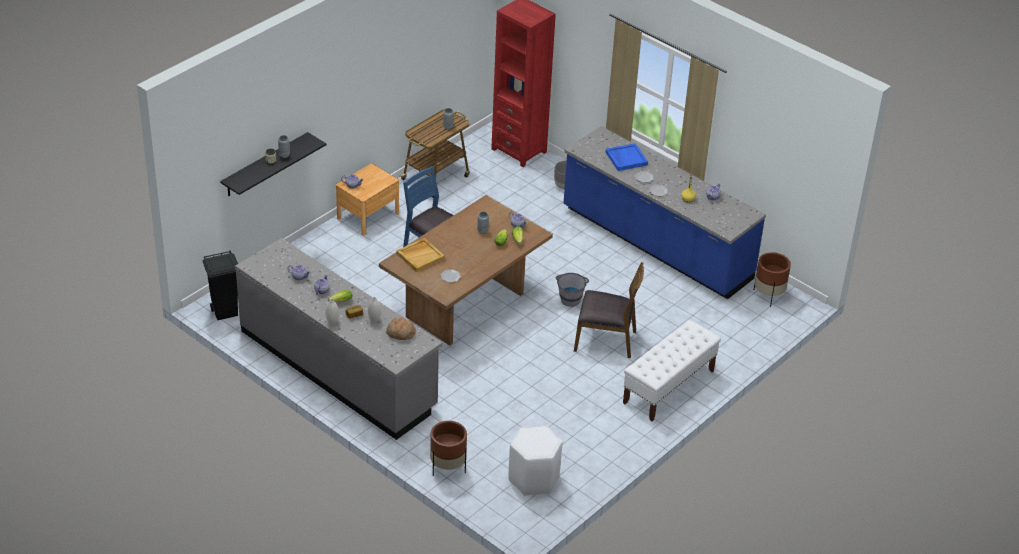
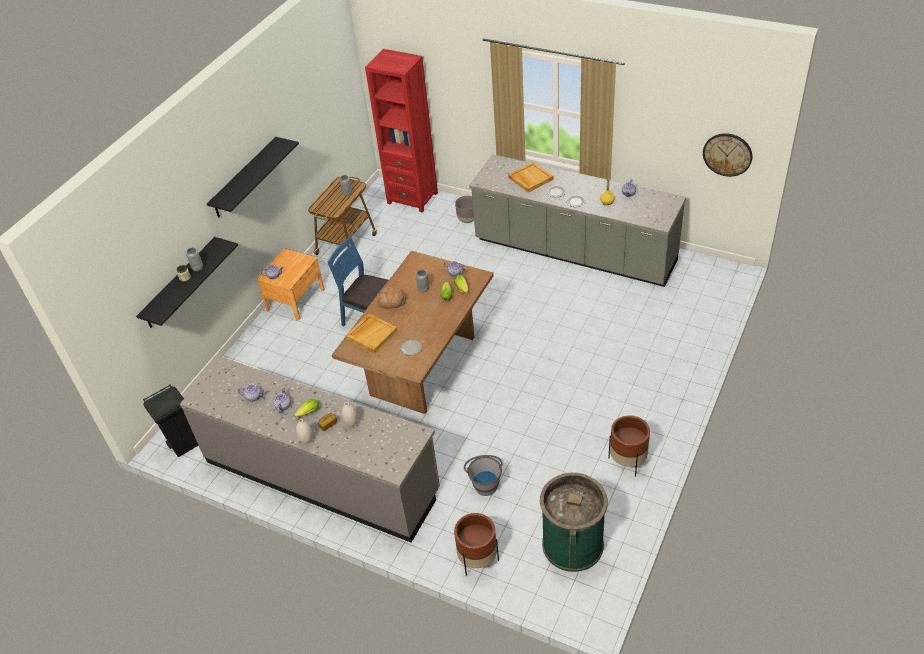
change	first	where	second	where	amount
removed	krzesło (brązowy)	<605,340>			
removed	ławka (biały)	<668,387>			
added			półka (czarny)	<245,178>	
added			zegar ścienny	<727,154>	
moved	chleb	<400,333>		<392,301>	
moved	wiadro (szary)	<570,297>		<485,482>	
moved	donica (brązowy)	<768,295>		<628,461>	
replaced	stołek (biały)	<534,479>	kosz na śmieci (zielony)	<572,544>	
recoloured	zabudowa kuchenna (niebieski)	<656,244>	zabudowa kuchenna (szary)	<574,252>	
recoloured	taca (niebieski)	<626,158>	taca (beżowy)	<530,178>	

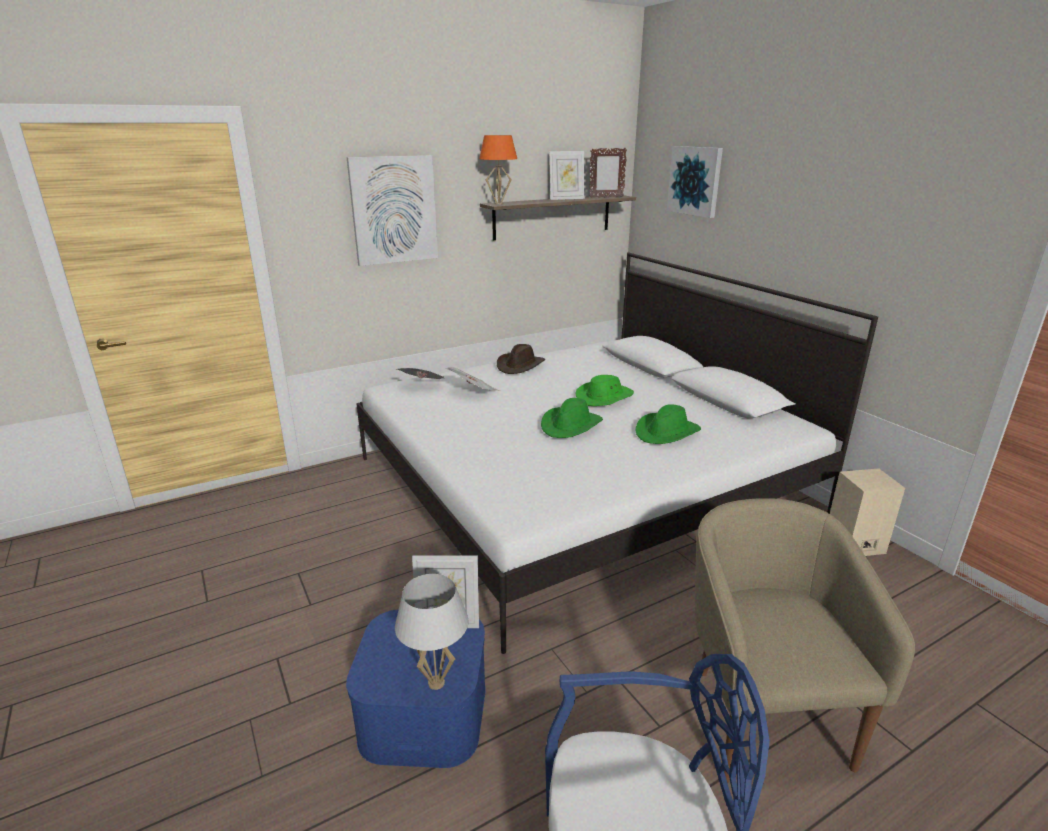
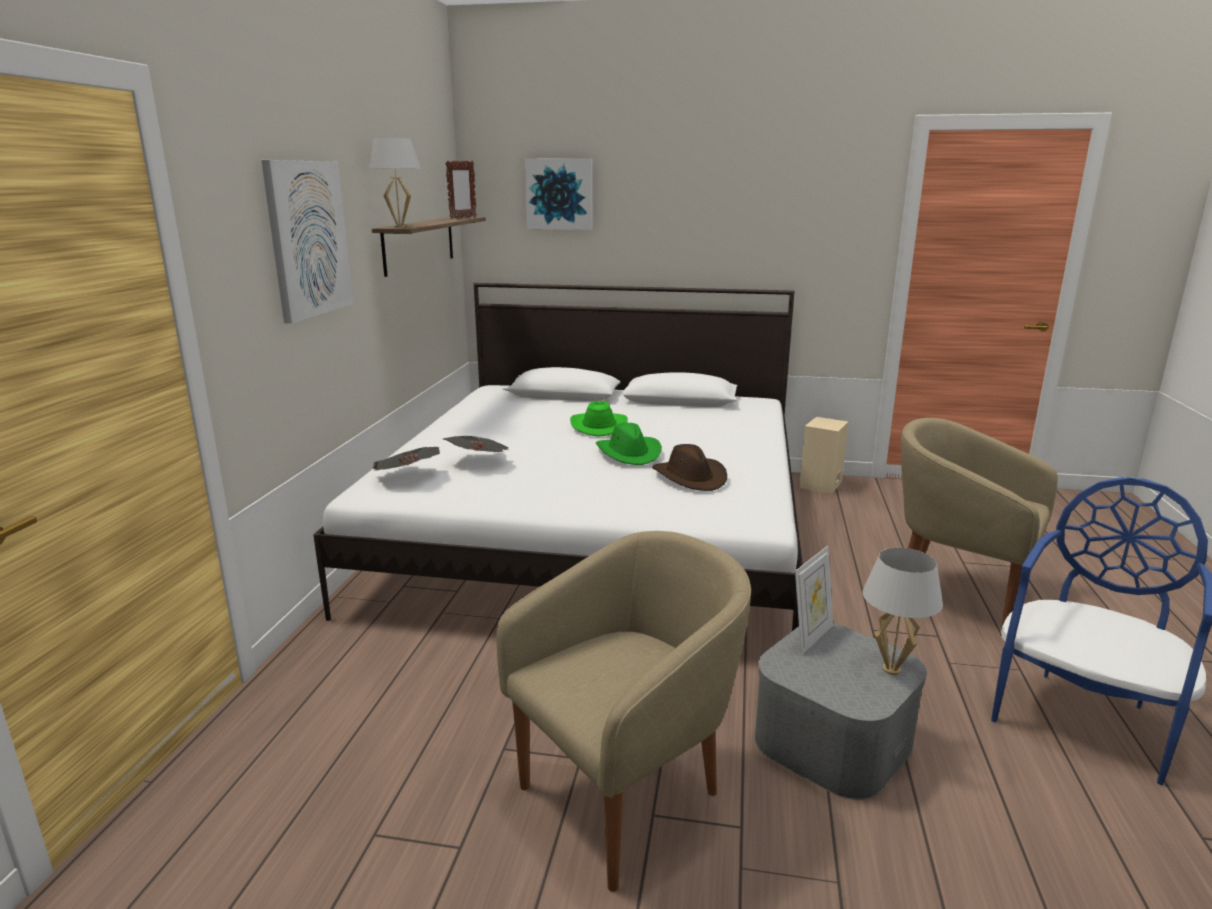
change	first	where	second	where	amount
removed	ramka na zdjęcie	<566,198>			
removed	kapelusz (zielony)	<667,432>			
added			fotel (beżowy)	<628,796>	
moved	kapelusz (brązowy)	<520,366>		<690,477>	
recoloured	pojemnik do przechowywania (niebieski)	<424,712>	pojemnik do przechowywania (szary)	<832,740>	
recoloured	lampa stołowa (pomarańczowy)	<499,204>	lampa stołowa (biały)	<400,227>	

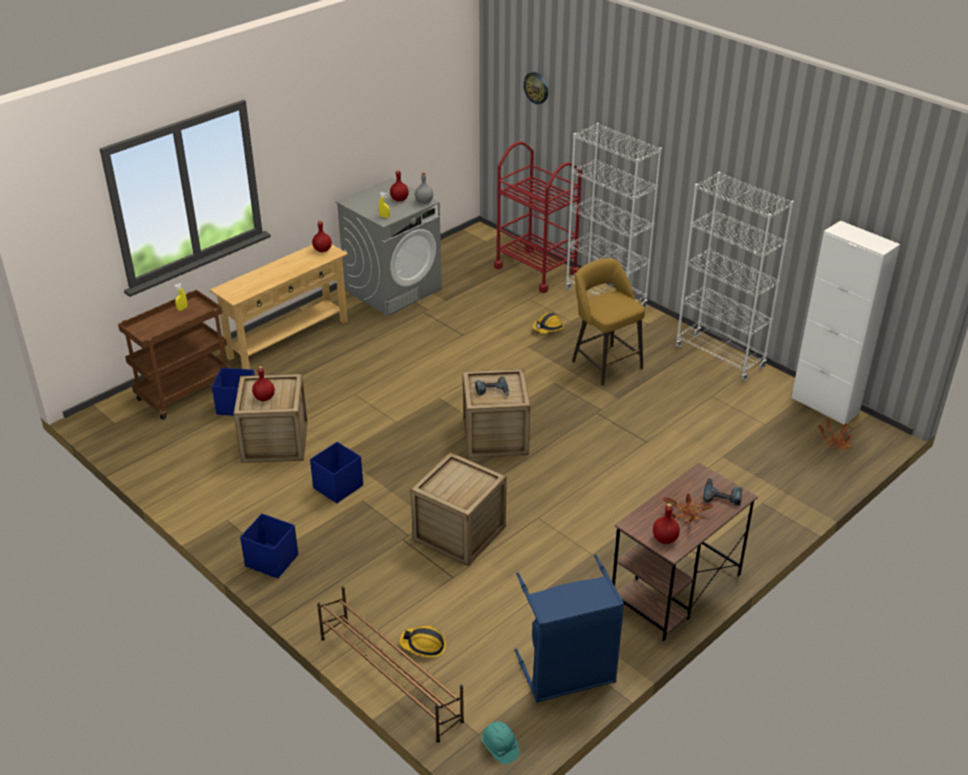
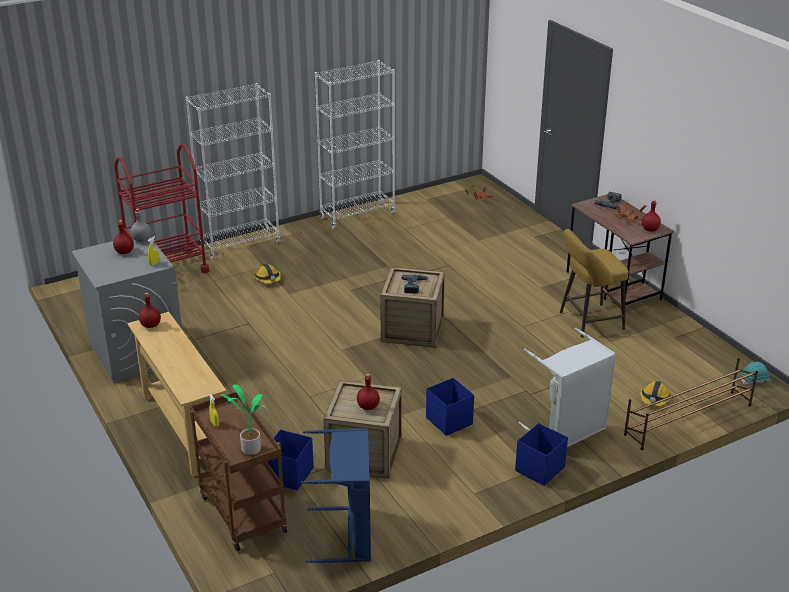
change	first	where	second	where	amount
removed	skrzynka	<459,533>			
removed	zegar ścienny	<536,87>			
removed	szafka (biały)	<824,405>			
added			roślina doniczkowa	<249,449>	
added			kosz na pranie (szary)	<568,431>	
moved	kosz na pranie (niebieski)	<568,675>		<348,535>	
moved	stołek (żółty)	<604,363>		<588,322>	

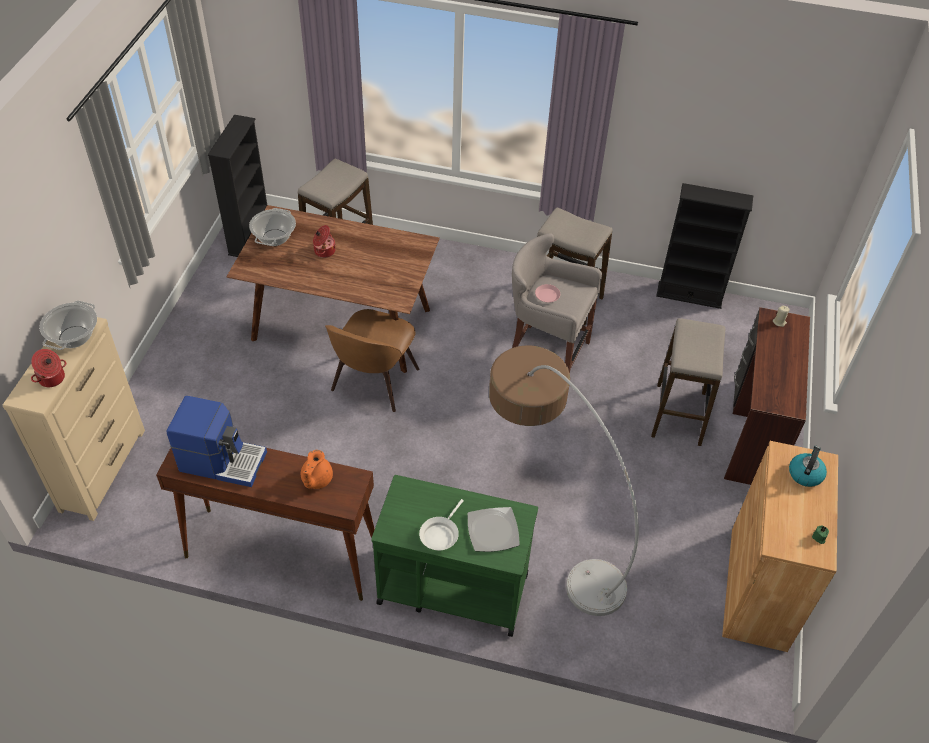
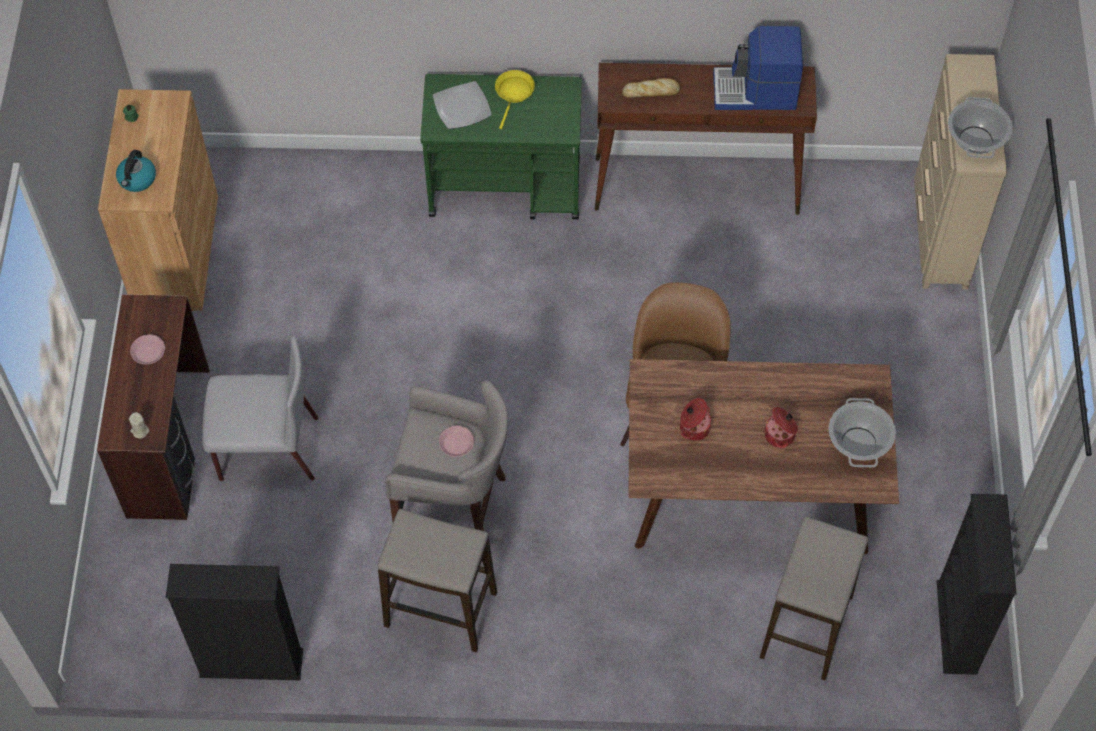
change	first	where	second	where	amount
removed	lampa stojąca	<548,527>			
added			talerz (różowy)	<148,351>	
moved	garnek	<52,378>		<693,427>	
replaced	imbryk (pomarańczowy)	<316,479>	chleb	<652,92>	
replaced	stołek	<678,414>	krzesło (szary)	<266,449>	
recoloured	patelnia (biały)	<440,534>	patelnia (żółty)	<514,94>	

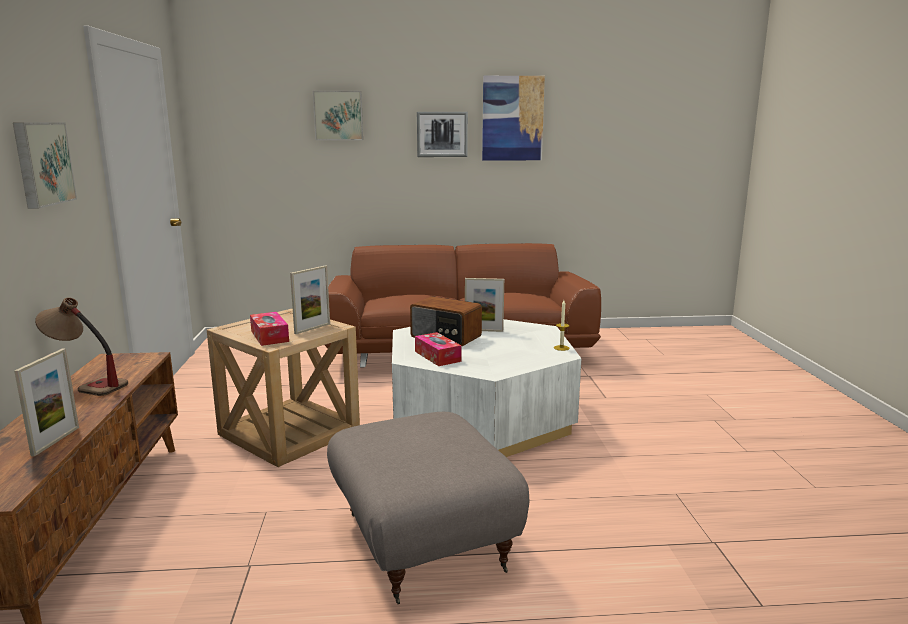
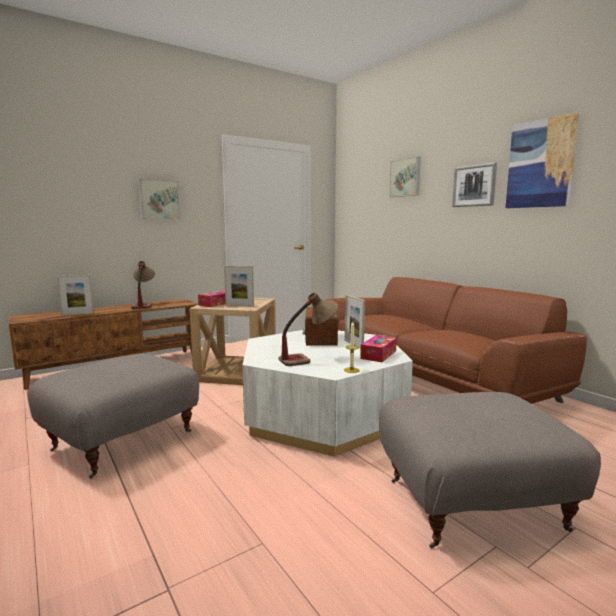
change	first	where	second	where	amount
added			lampa stołowa	<309,359>	
added			pufa (szary)	<472,502>	
moved	pudełko chusteczek	<437,356>		<378,354>	

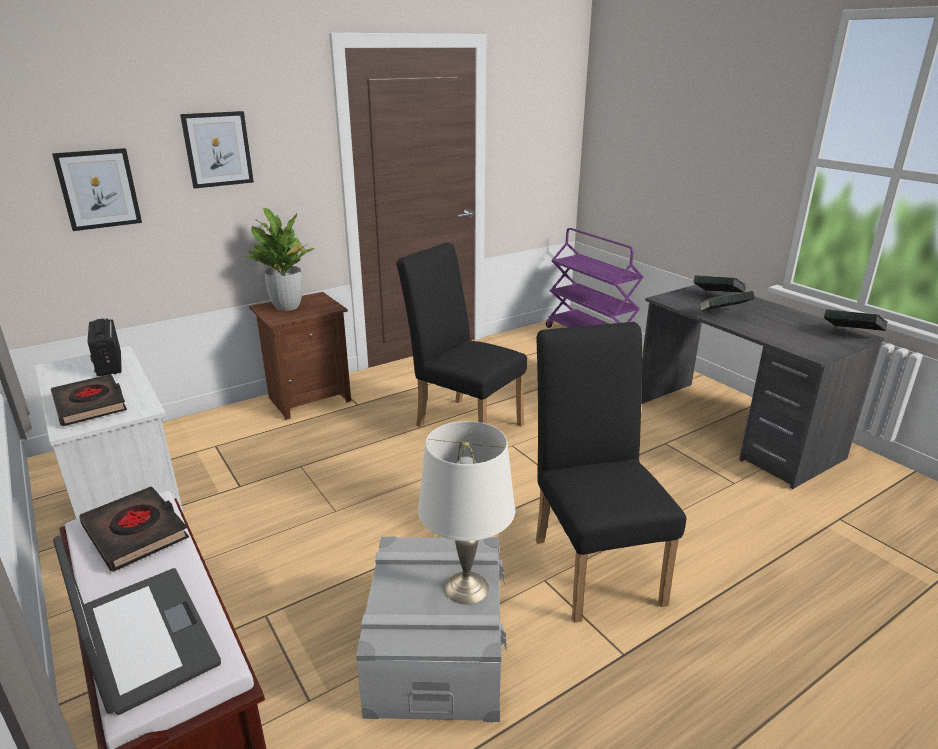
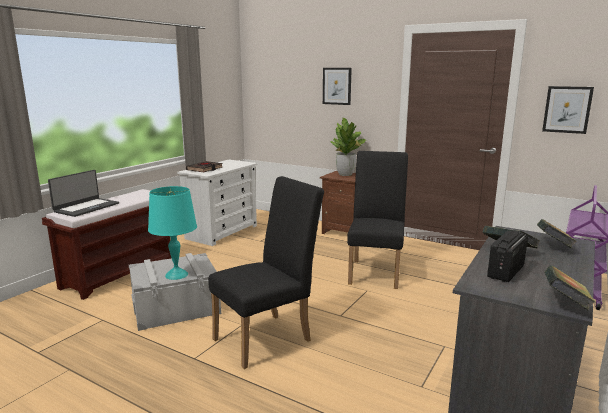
change	first	where	second	where	amount
removed	książka (czarny)	<136,533>			
moved	obraz	<98,189>		<567,109>	
moved	radio	<109,364>		<505,272>	
recoloured	lampa stołowa (biały)	<467,588>	lampa stołowa (turkusowy)	<176,275>	

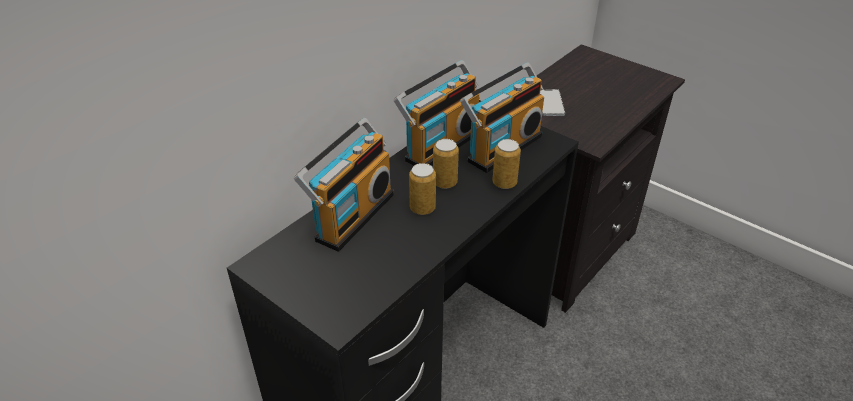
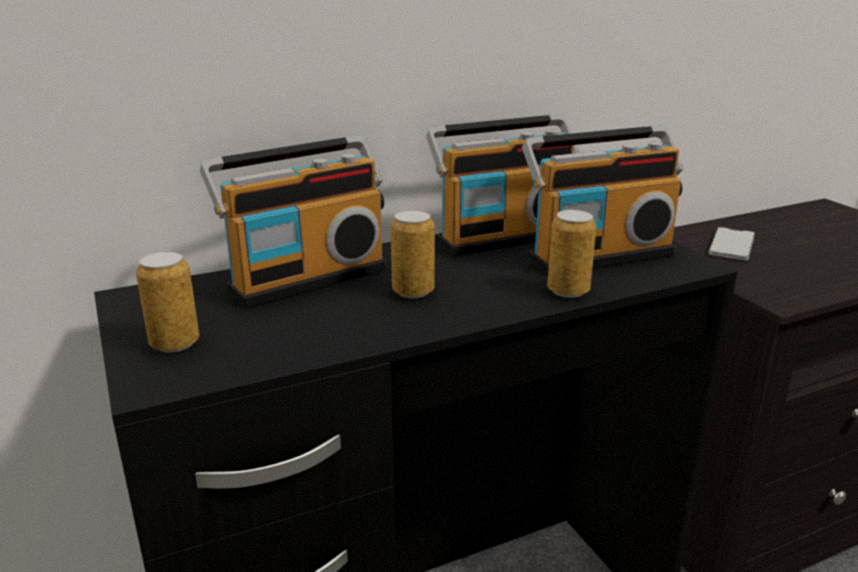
change	first	where	second	where	amount
moved	puszka	<445,183>		<175,343>	

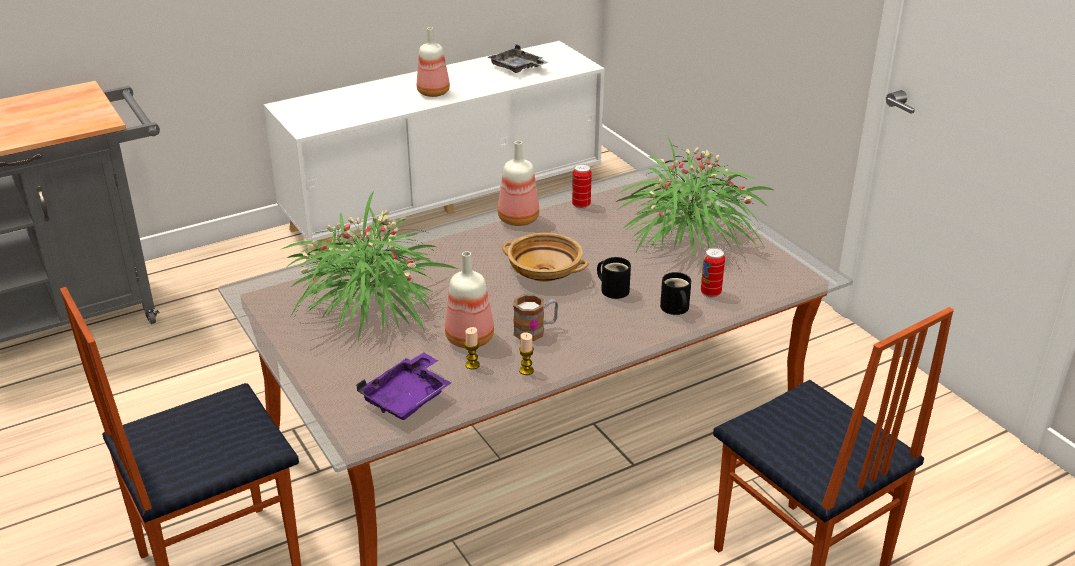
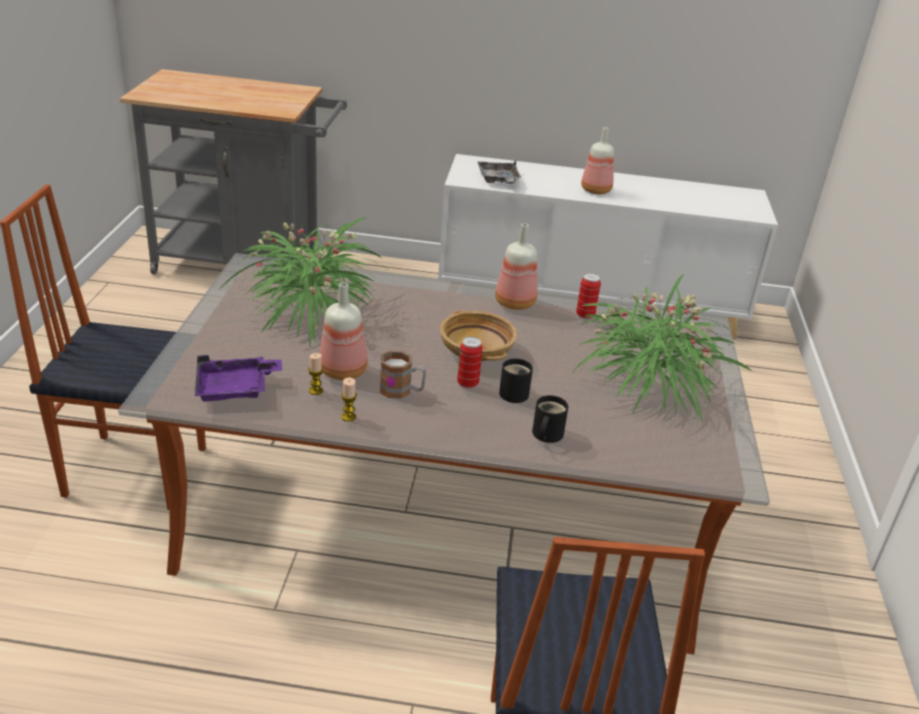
change	first	where	second	where	amount
moved	taca (szary)	<517,68>		<498,180>	
moved	puszka	<710,293>		<467,383>	

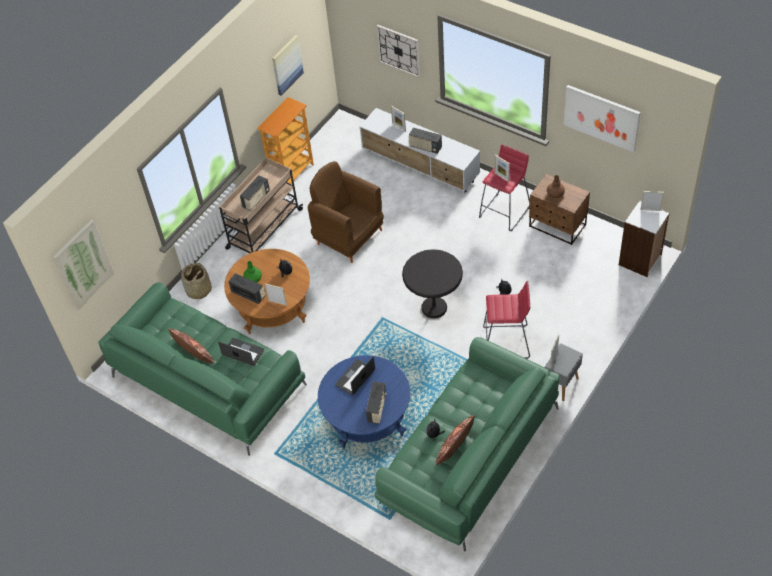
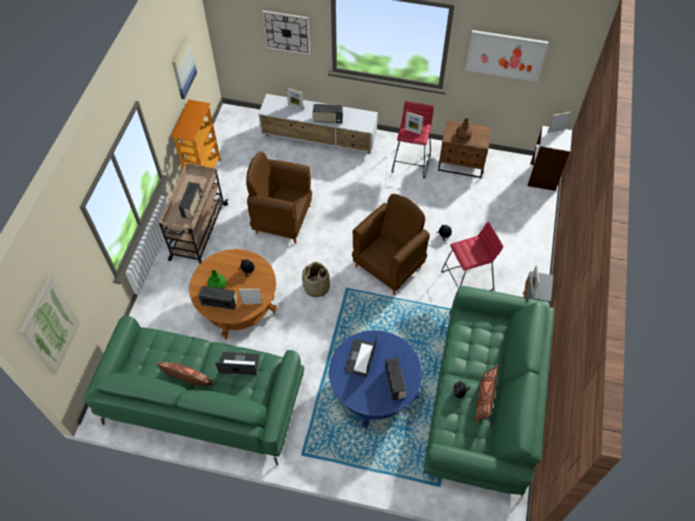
change	first	where	second	where	amount
moved	koszyk	<198,290>		<316,287>	
replaced	stolik (czarny)	<434,308>	fotel (brązowy)	<389,266>	

